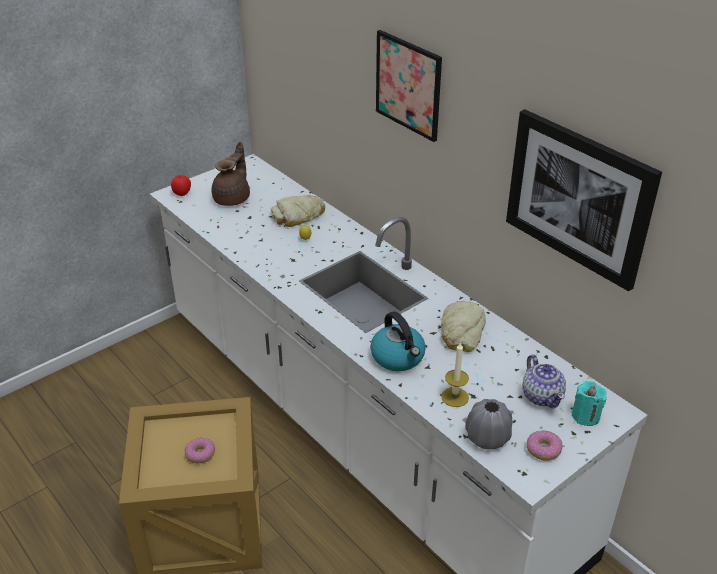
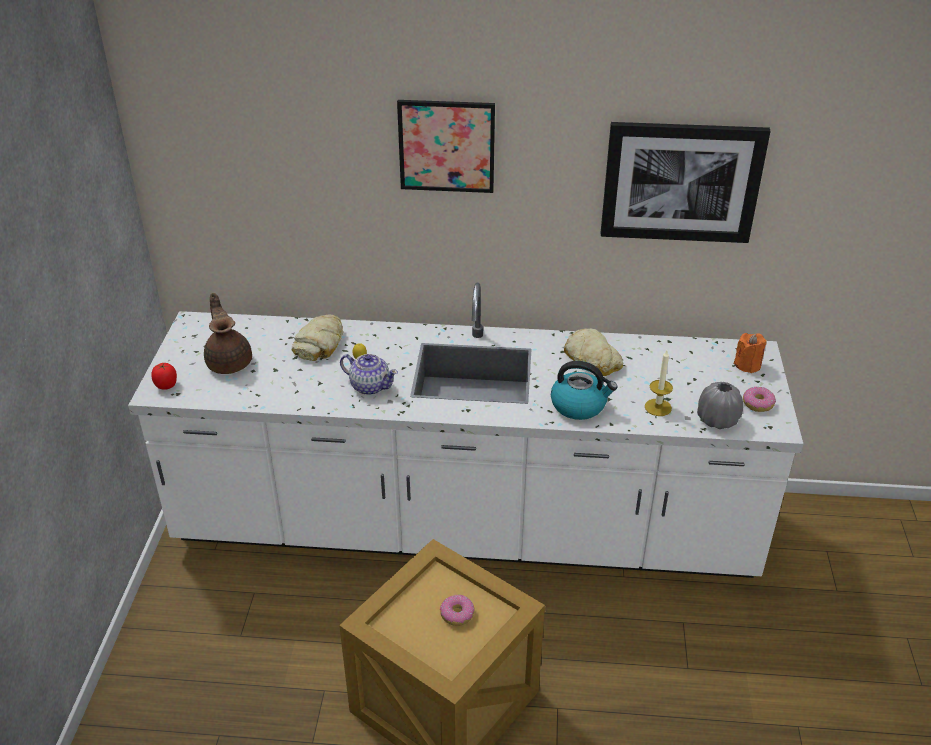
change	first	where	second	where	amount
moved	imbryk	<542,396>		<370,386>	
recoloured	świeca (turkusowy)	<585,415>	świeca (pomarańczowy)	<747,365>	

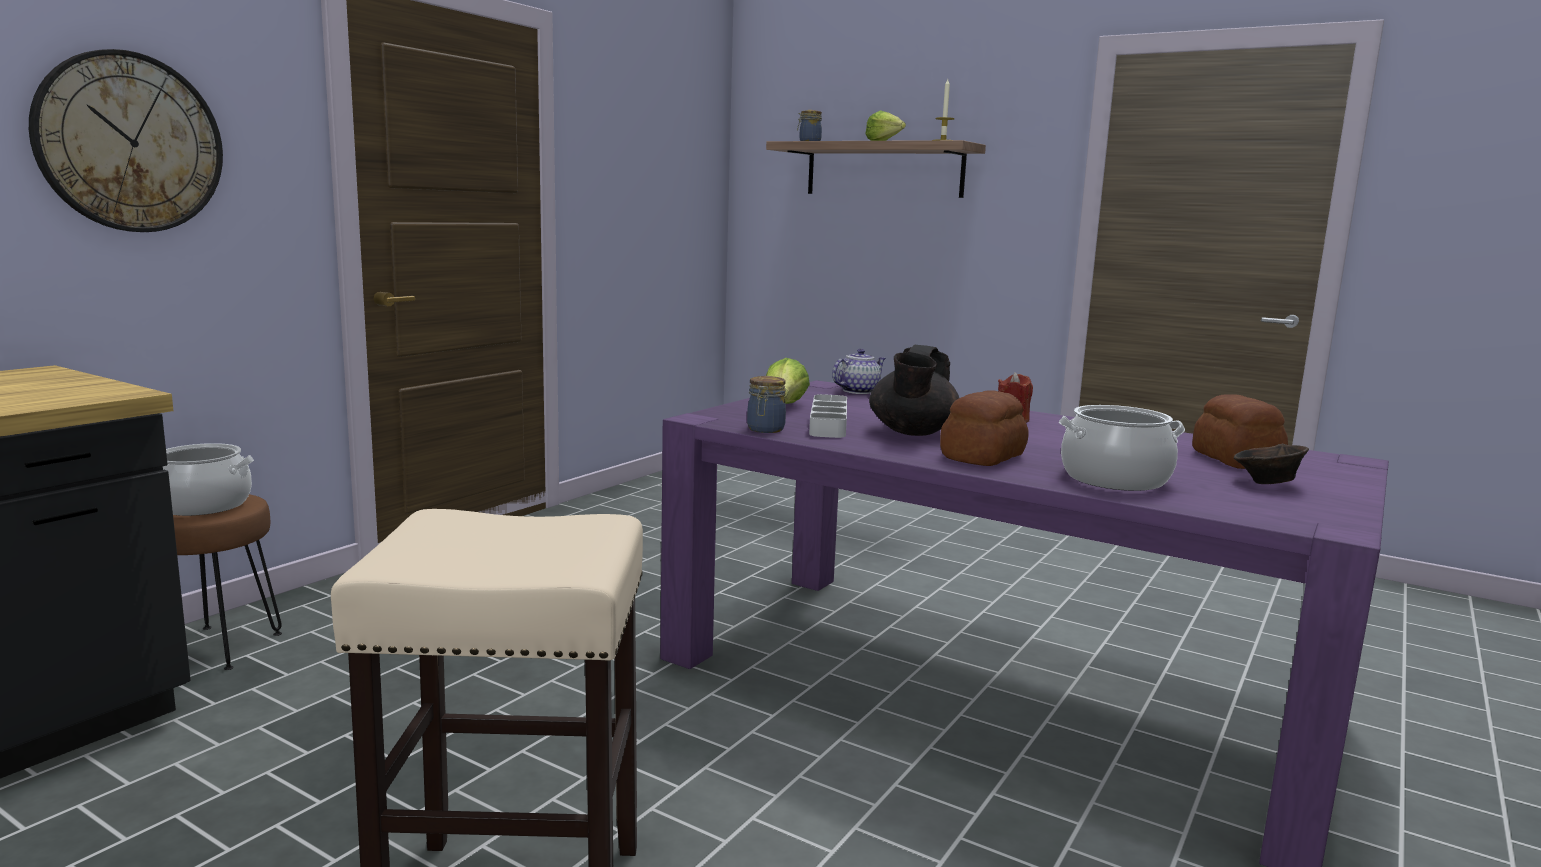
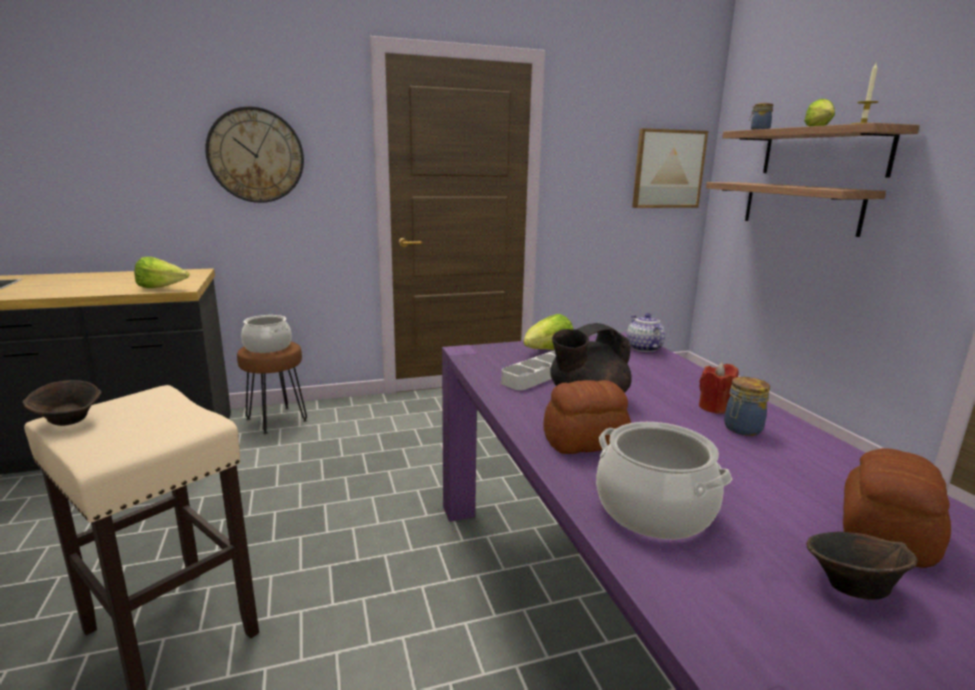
change	first	where	second	where	amount
added			miska (brązowy)	<70,421>	
added			sałata	<161,288>	
added			obraz	<668,169>	
added			półka	<800,207>	
moved	słoik	<765,430>		<741,429>	
turned	imbryk	<858,391>		<643,348>	105 degrees counterclockwise

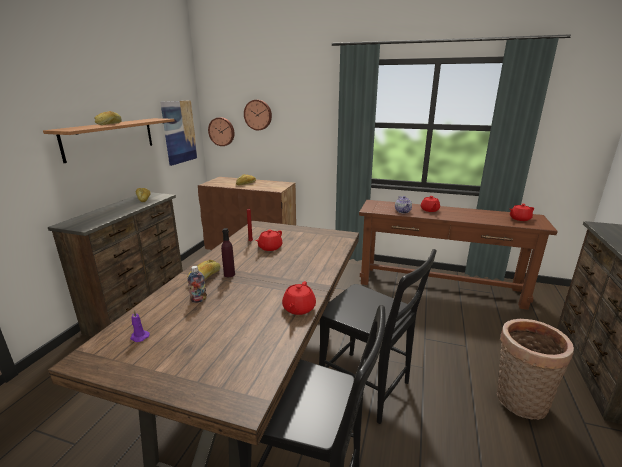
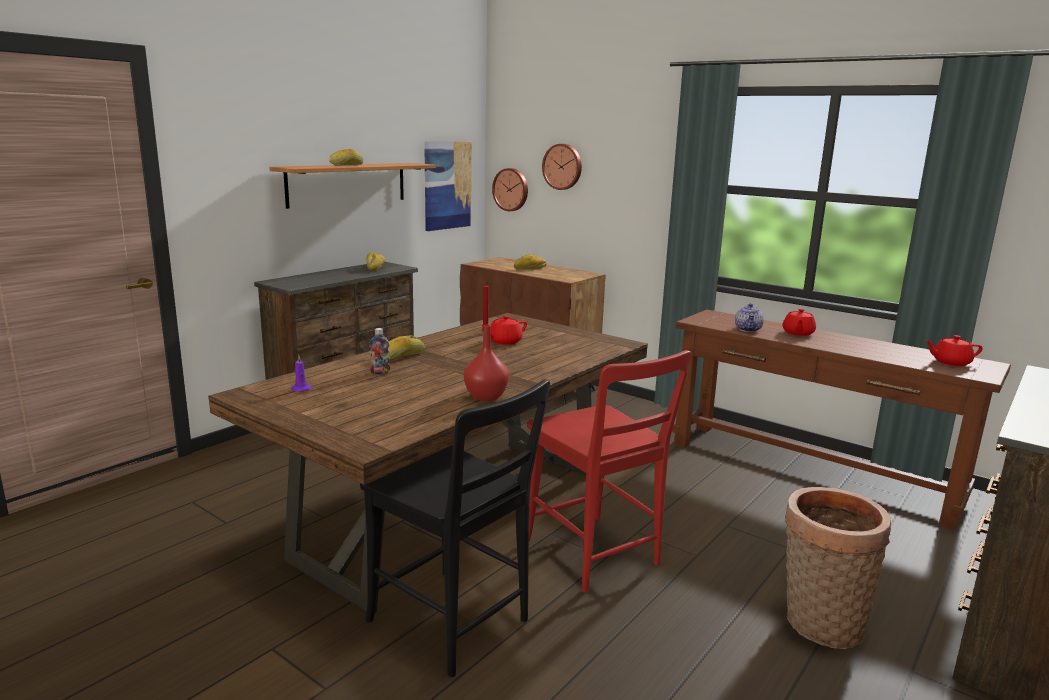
change	first	where	second	where	amount
removed	butelka (fioletowy)	<229,274>			
replaced	imbryk (czerwony)	<298,308>	wazon (czerwony)	<486,397>	
recoloured	krzesło (czarny)	<368,387>	krzesło (czerwony)	<595,556>	

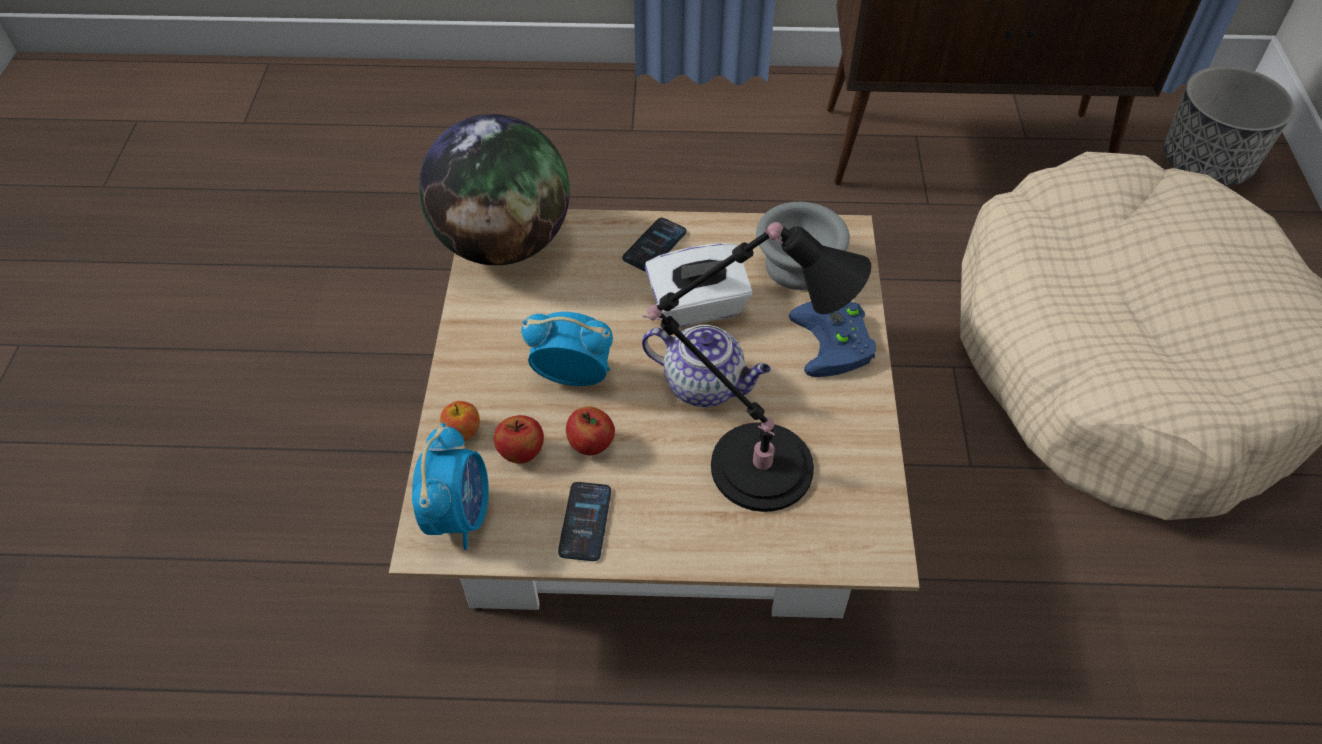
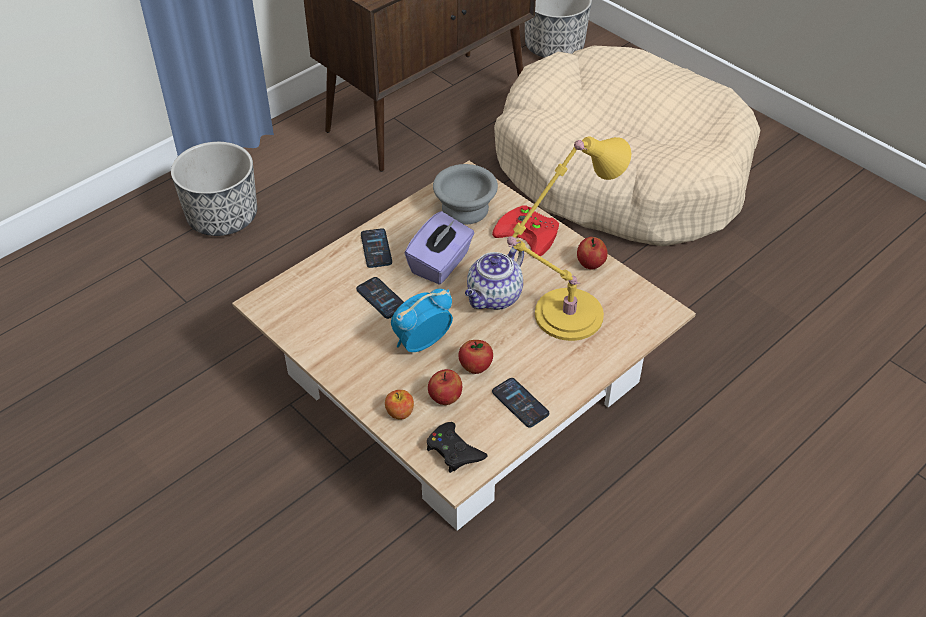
change	first	where	second	where	amount
removed	globus	<503,243>			
added			donica	<223,217>	
added			telefon	<381,298>	
added			jabłko	<590,264>	
replaced	budzik	<459,515>	pad do gier (czarny)	<454,451>	
recoloured	lampa stołowa (czarny)	<752,464>	lampa stołowa (żółty)	<563,317>	
recoloured	pudełko chusteczek (biały)	<697,307>	pudełko chusteczek (fioletowy)	<440,264>	
recoloured	pad do gier (niebieski)	<836,343>	pad do gier (czerwony)	<530,233>	
turned	imbryk	<705,385>		<494,298>	150 degrees clockwise

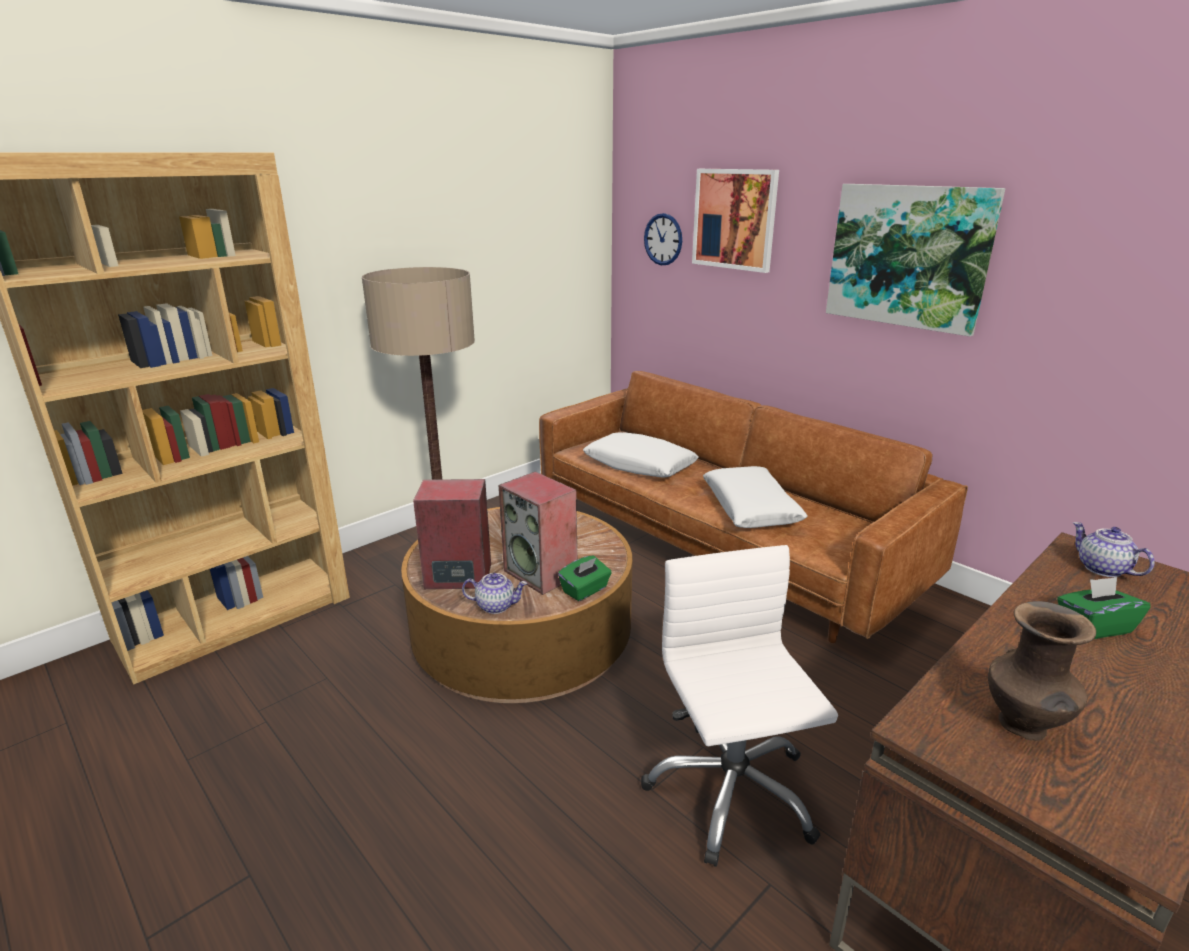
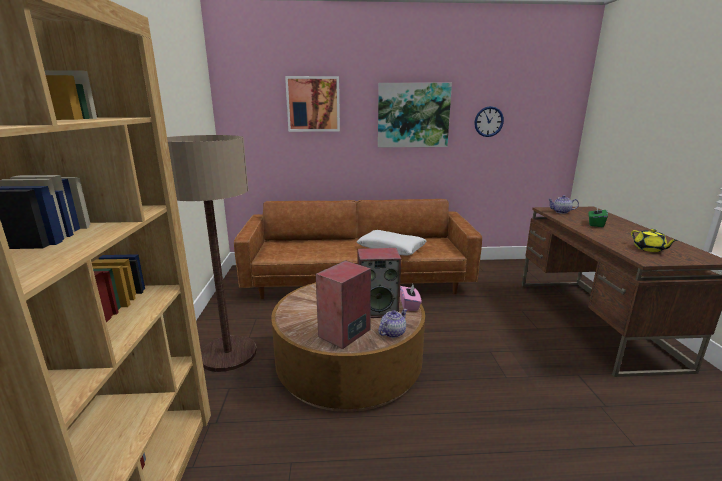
change	first	where	second	where	amount
removed	poduszka (biały)	<639,465>			
removed	krzesło biurowe (biały)	<730,791>			
moved	zegar ścienny	<663,239>		<488,121>	
replaced	wazon (brązowy)	<1023,727>	imbryk (żółty)	<649,249>	
recoloured	pudełko chusteczek (zielony)	<585,590>	pudełko chusteczek (różowy)	<409,305>	

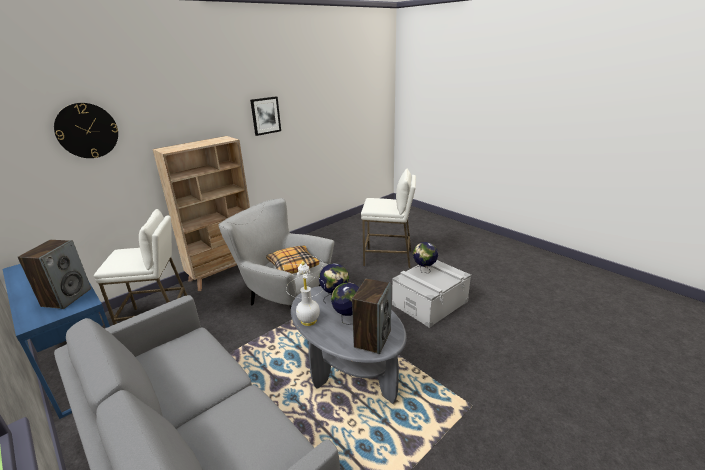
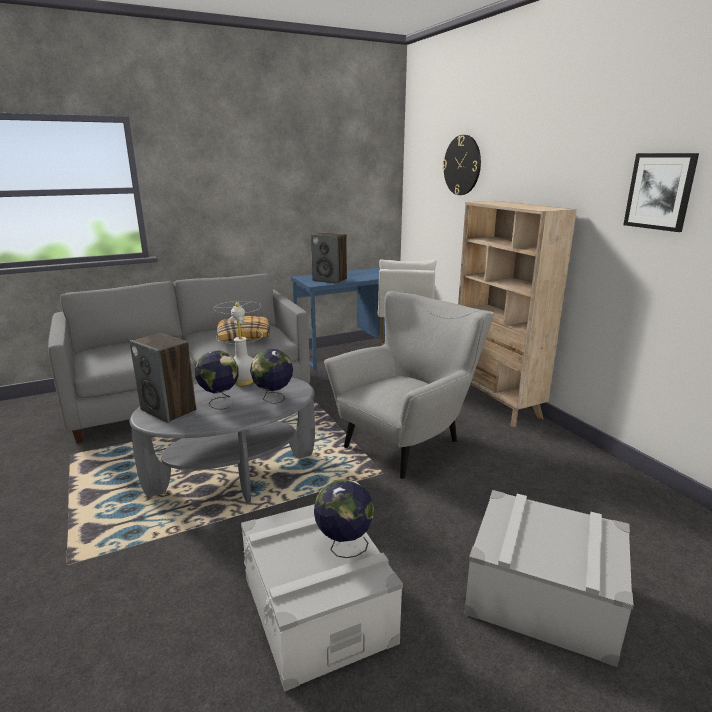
change	first	where	second	where	amount
moved	poduszka	<293,265>		<244,336>	
replaced	stołek (biały)	<388,258>	pojemnik do przechowywania (szary)	<542,596>	

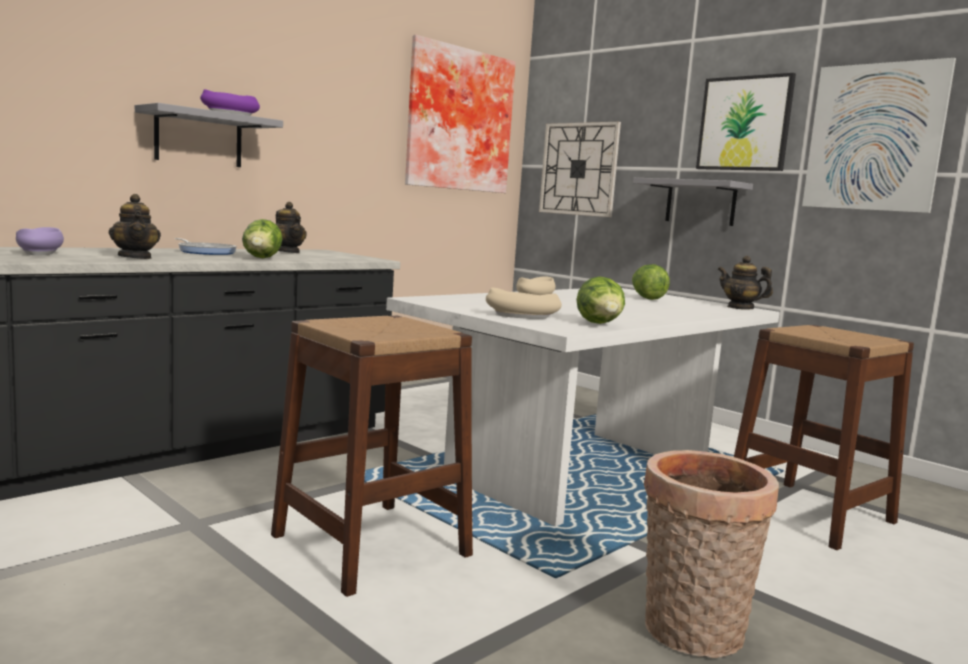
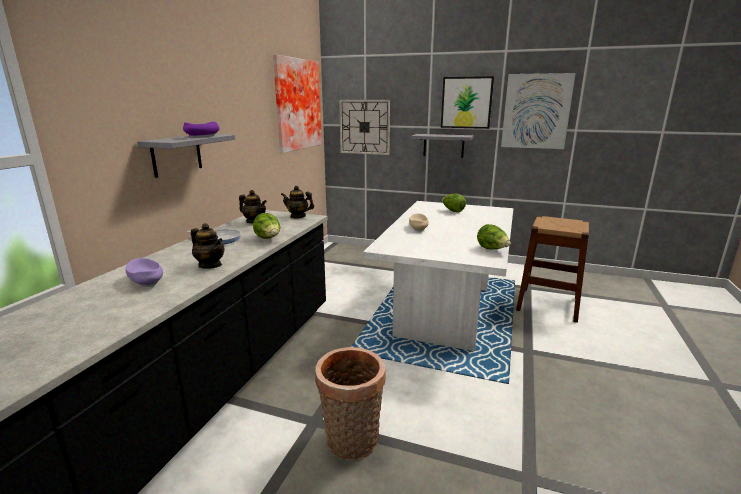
change	first	where	second	where	amount
removed	stołek (brązowy)	<370,545>			
removed	miska (beżowy)	<522,316>			
moved	koszyk	<691,635>		<351,443>	
moved	imbryk	<740,308>		<298,216>	

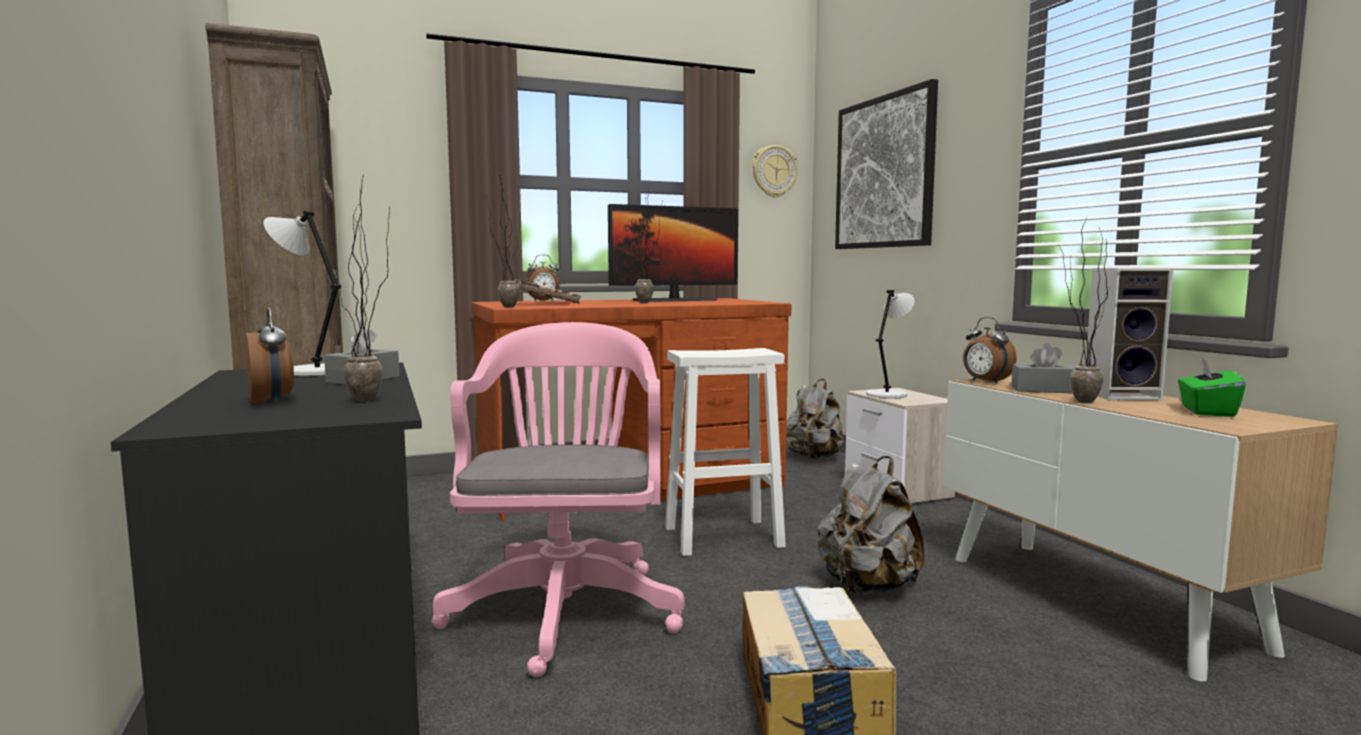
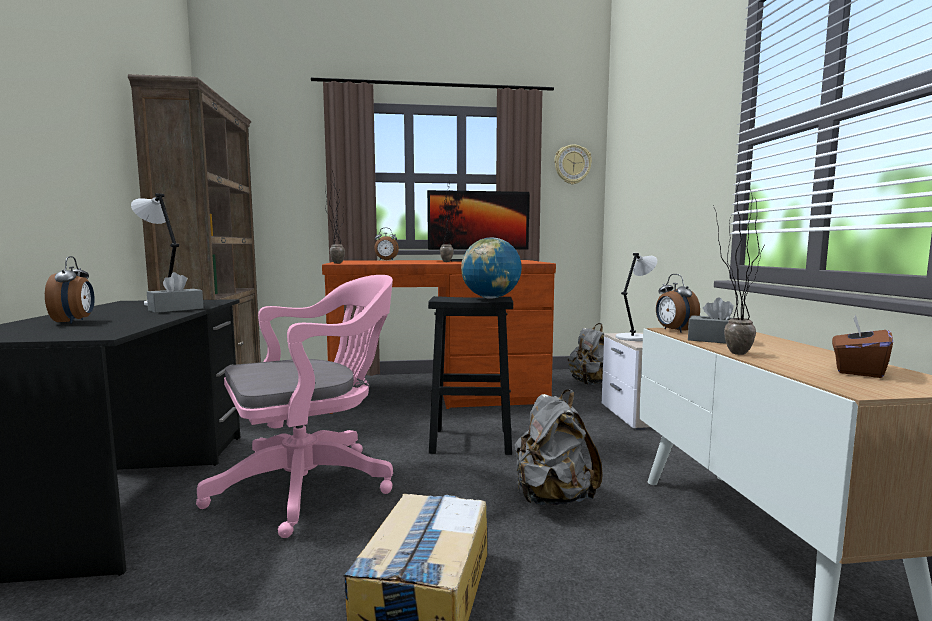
change	first	where	second	where	amount
removed	roślina doniczkowa	<370,401>			
removed	książka (czarny)	<545,303>			
removed	obraz	<884,172>			
removed	głośnik	<1123,395>			
added			globus	<491,298>	
recoloured	stołek (biały)	<721,537>	stołek (czarny)	<469,441>	
recoloured	pudełko chusteczek (zielony)	<1206,411>	pudełko chusteczek (brązowy)	<857,370>	
turned	krzesło biurowe (różowy)	<565,606>		<312,484>	45 degrees clockwise

